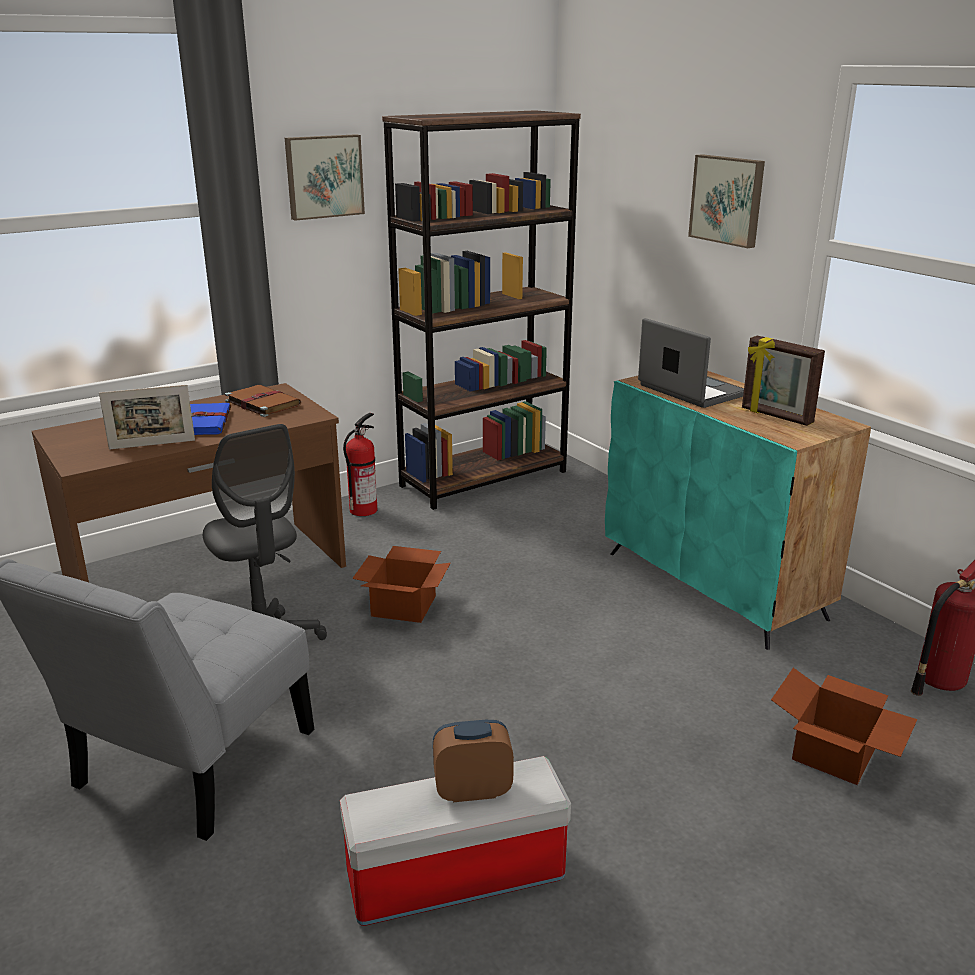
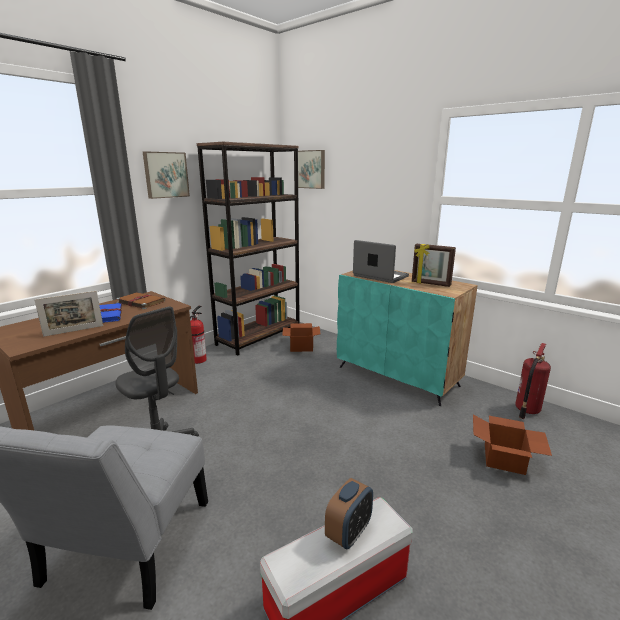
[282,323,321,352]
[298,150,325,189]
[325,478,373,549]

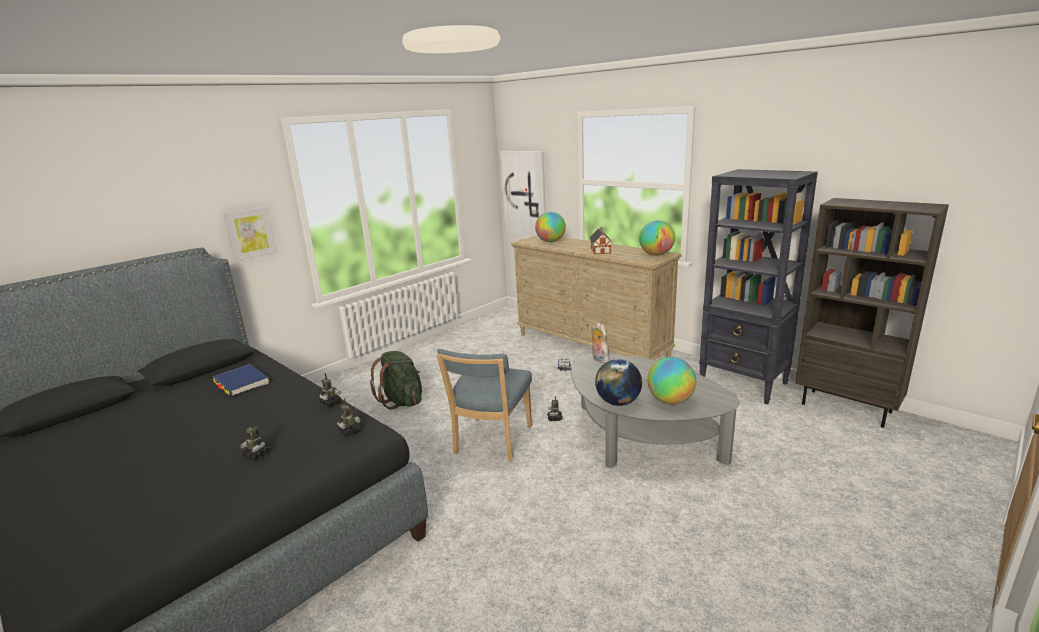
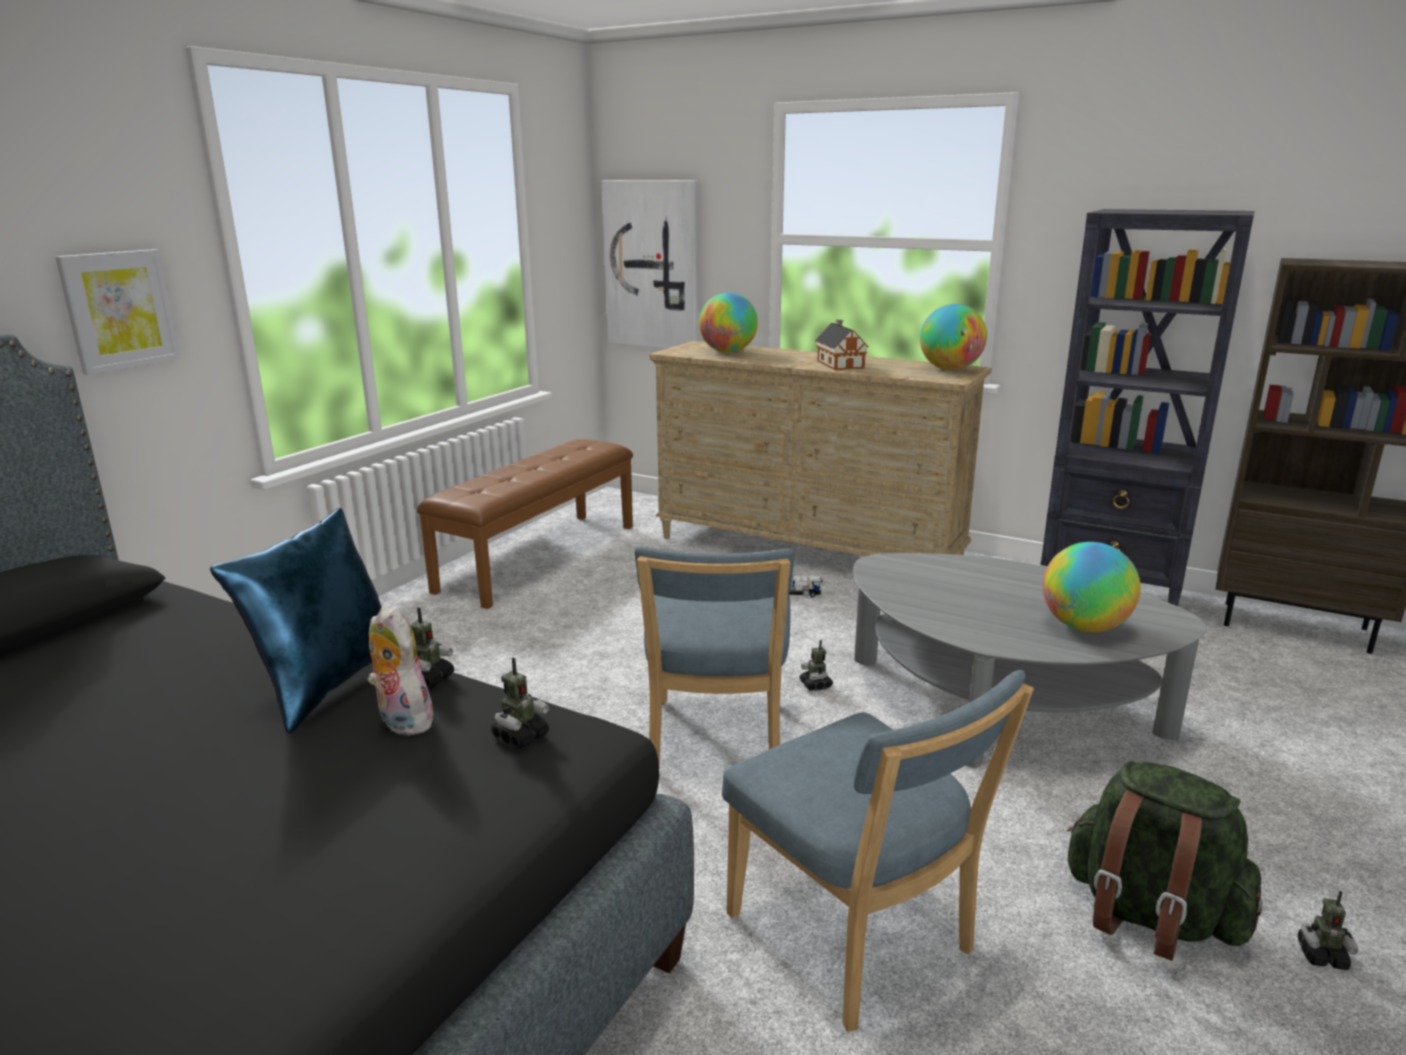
[210,508,382,733]
[367,605,433,736]
[417,439,633,609]
[722,670,1034,1032]
[1067,761,1262,961]
[1298,891,1358,970]
[213,364,269,396] (first image)
[595,359,642,406] (first image)

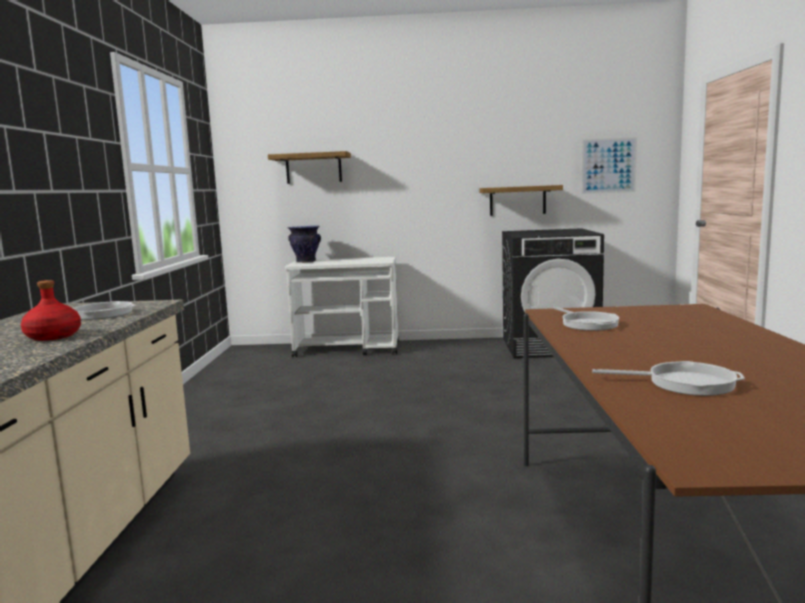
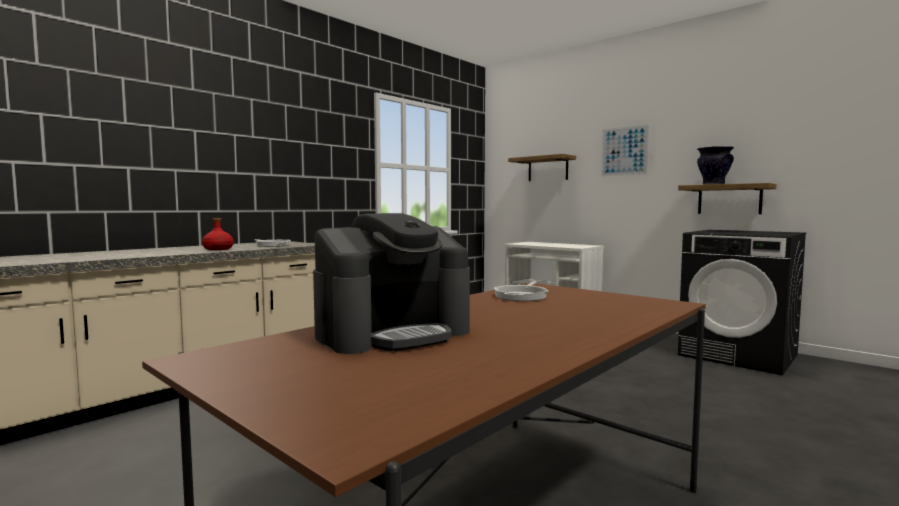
[313,213,470,354]
[601,124,650,176]
[697,146,734,185]

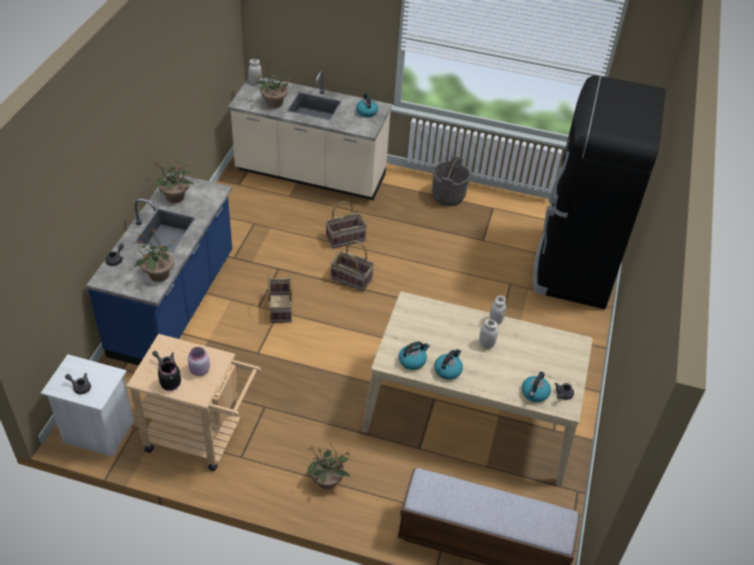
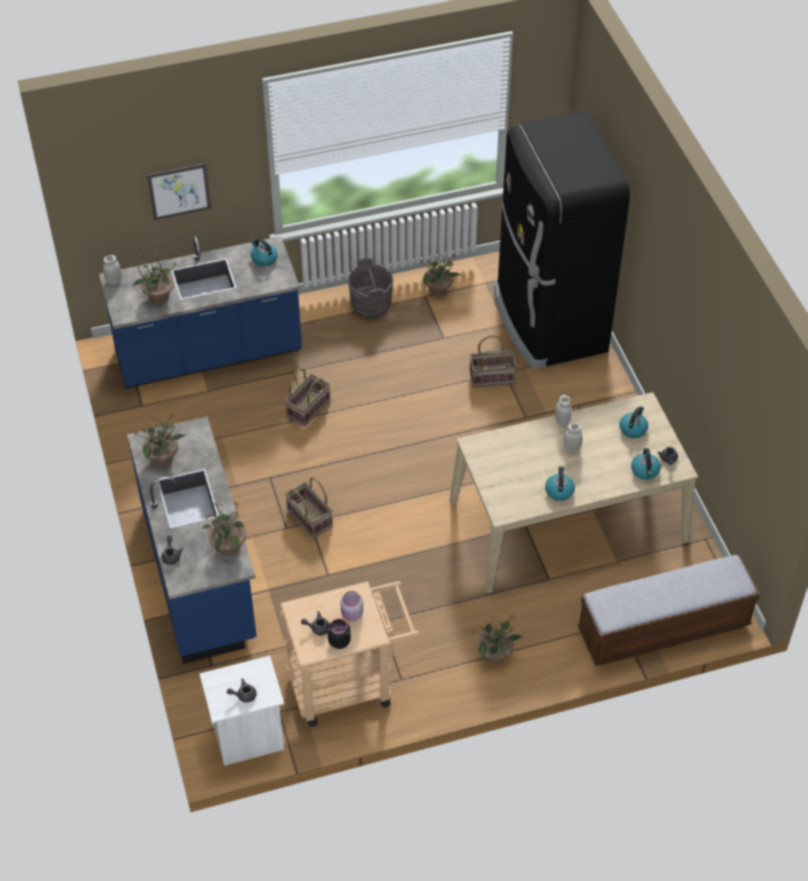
[99,236,302,388]
[147,163,211,220]
[419,252,462,296]
[470,335,517,387]
[620,406,648,438]

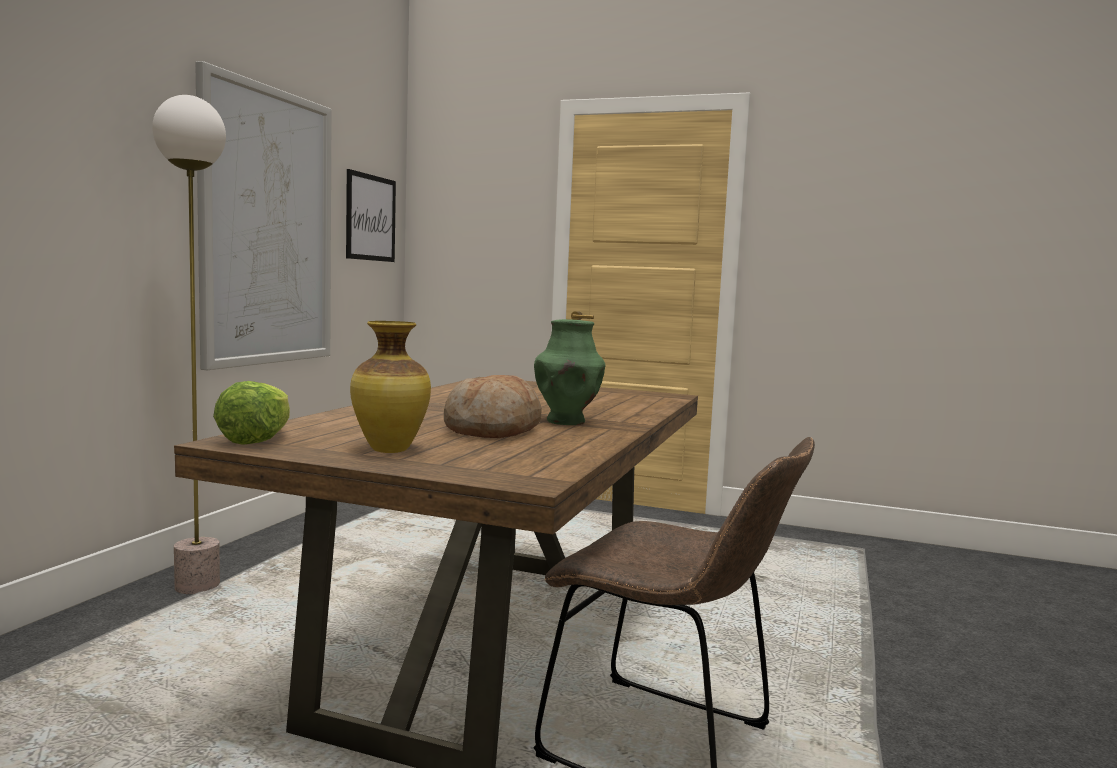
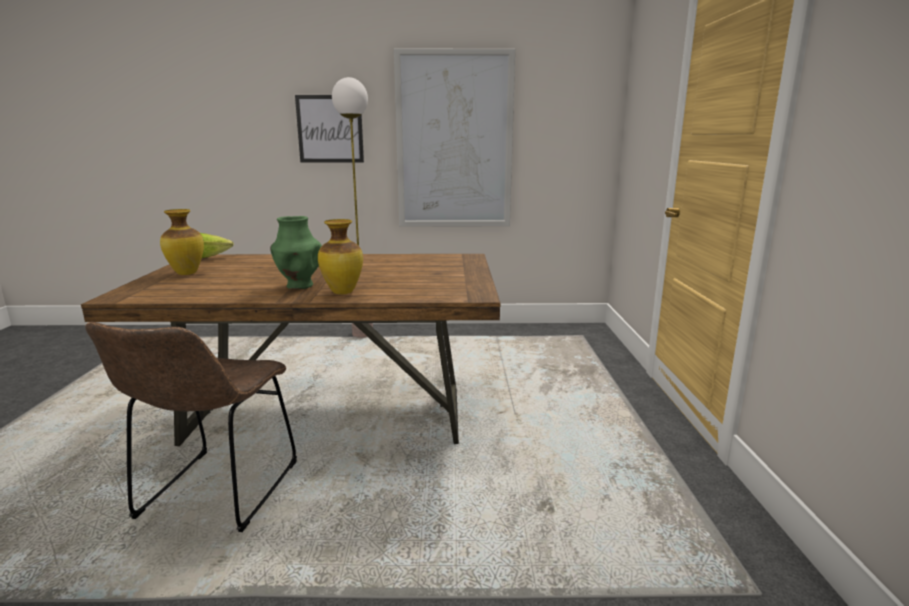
[295,95,364,162]
[318,219,363,294]
[444,375,542,438] (first image)

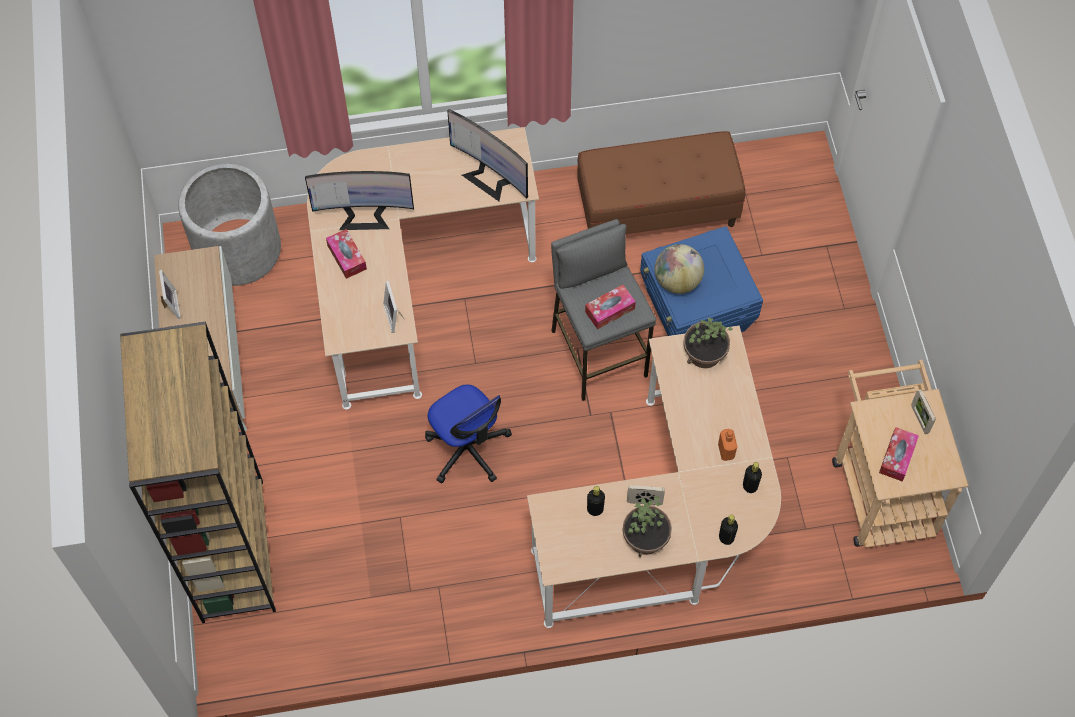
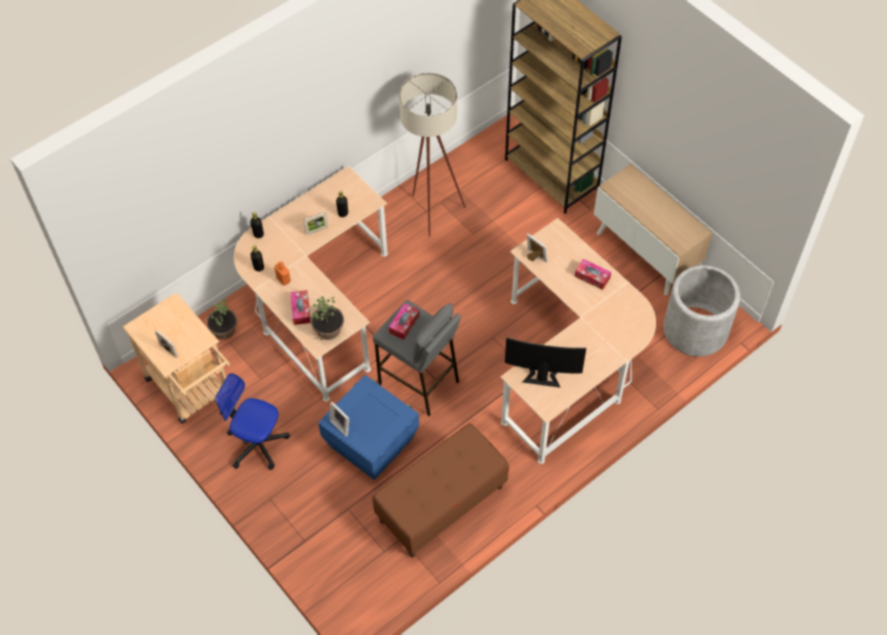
[206,300,237,340]
[215,373,290,470]
[290,290,311,325]
[330,402,350,437]
[399,73,466,236]
[305,171,414,230] (first image)
[655,244,704,294] (first image)

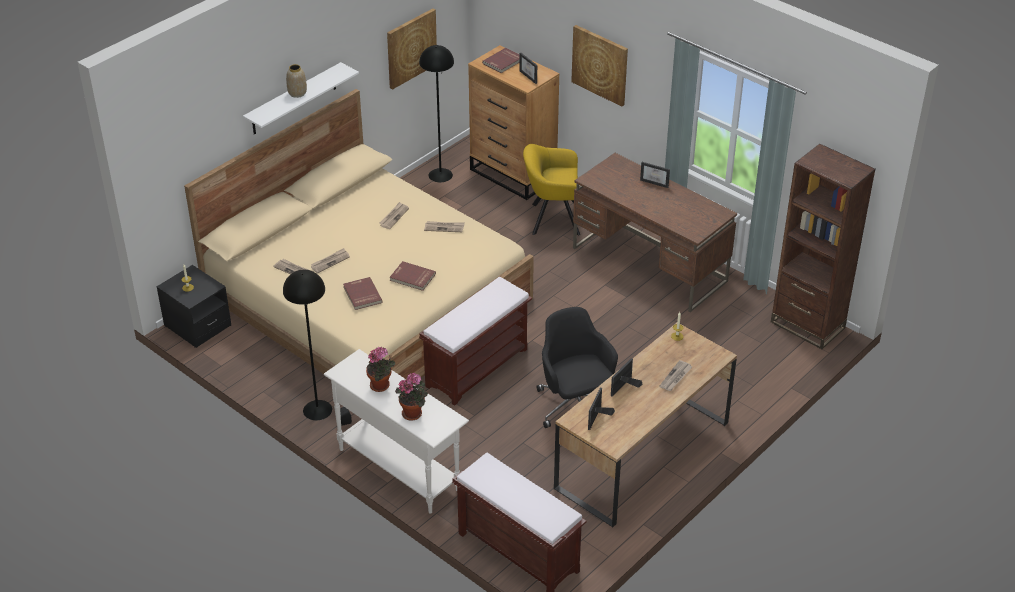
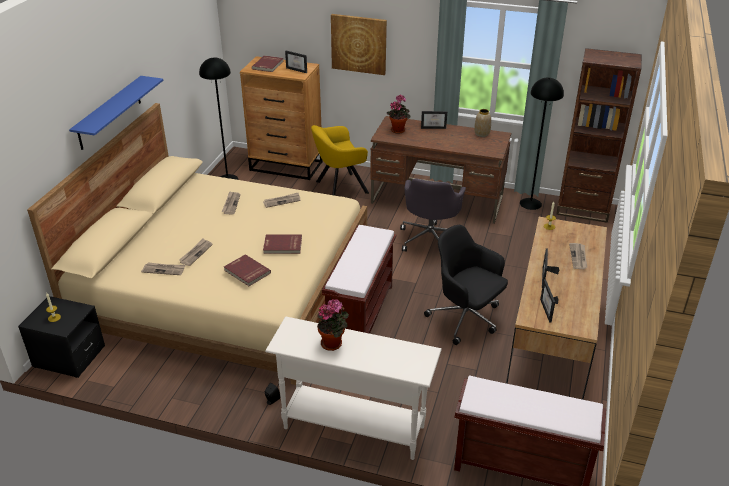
[69,76,163,150]
[387,95,411,134]
[400,178,466,252]
[474,109,491,137]
[520,78,564,210]
[387,8,437,90] (first image)

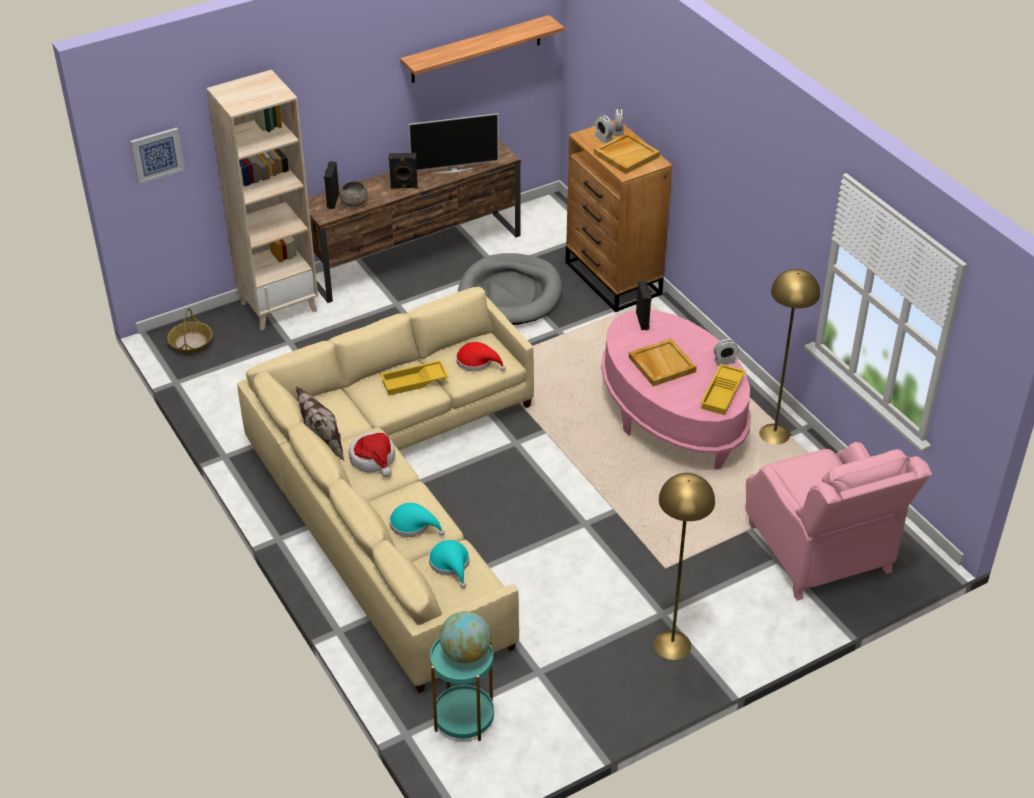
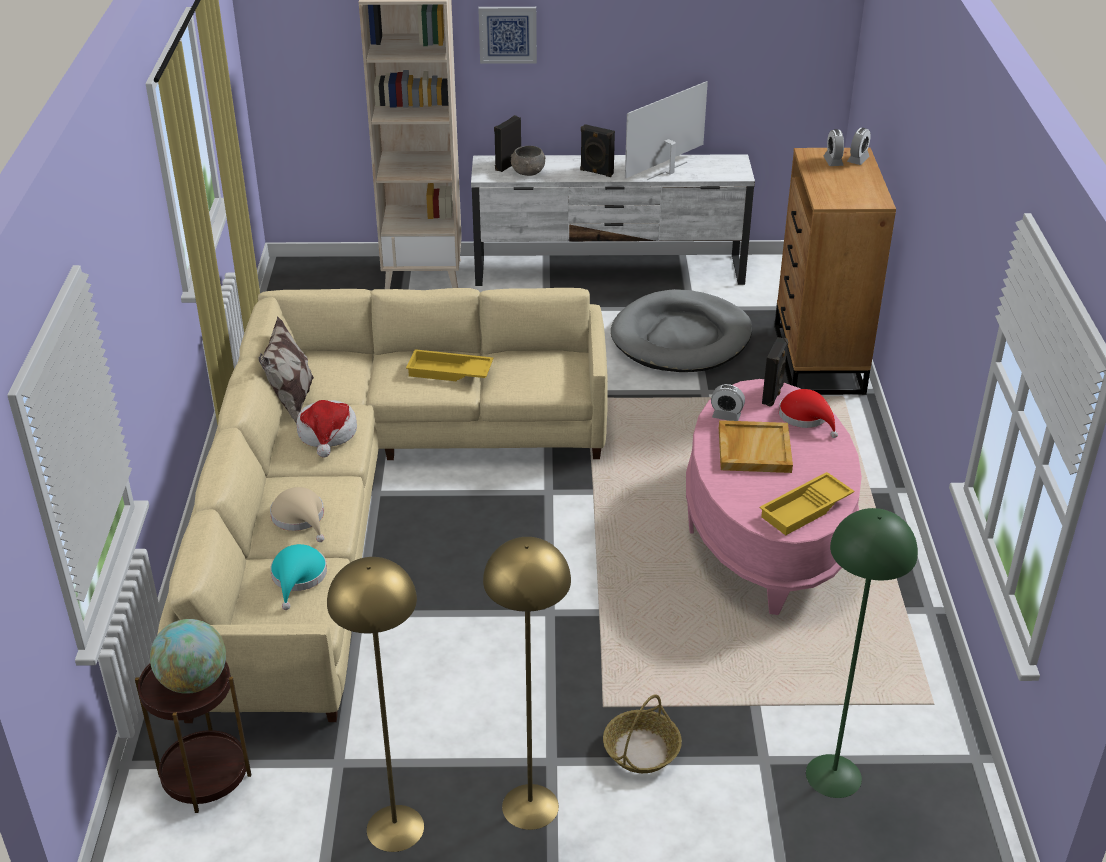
[135,661,251,813]
[270,487,324,542]
[327,557,424,852]
[471,154,755,286]
[478,7,537,64]
[603,694,682,773]
[625,81,708,180]
[711,384,745,421]
[779,389,838,438]
[806,508,918,798]
[400,15,564,83] (first image)
[594,132,660,174] (first image)

